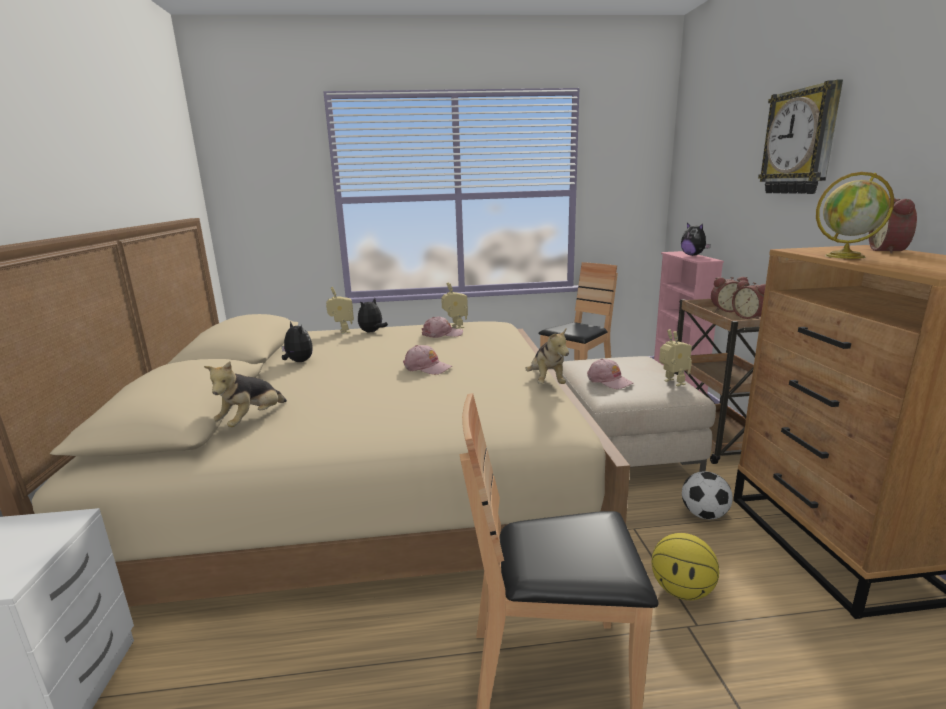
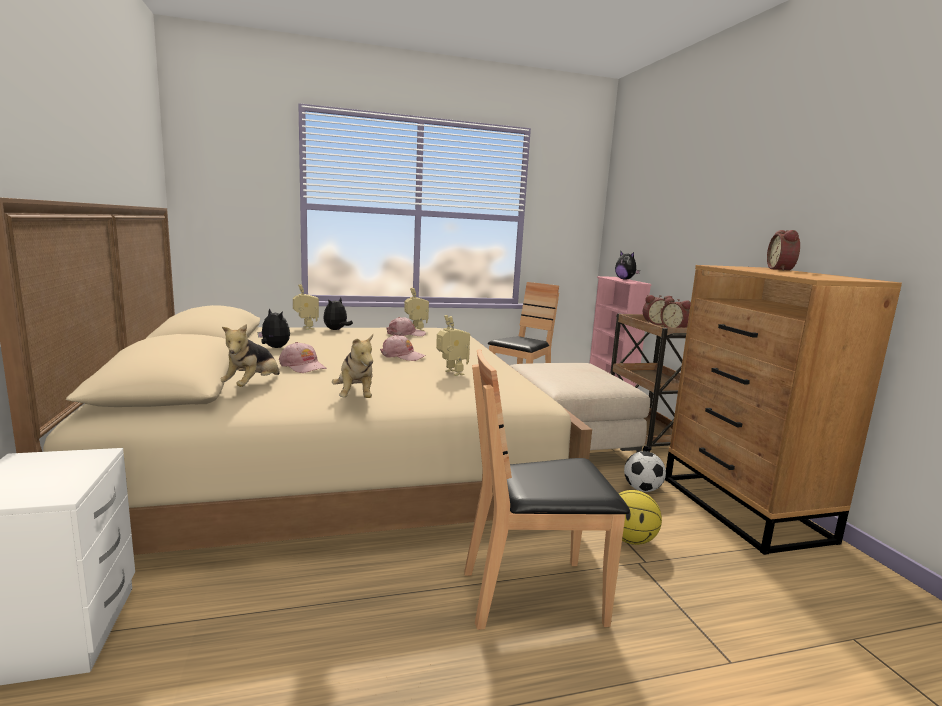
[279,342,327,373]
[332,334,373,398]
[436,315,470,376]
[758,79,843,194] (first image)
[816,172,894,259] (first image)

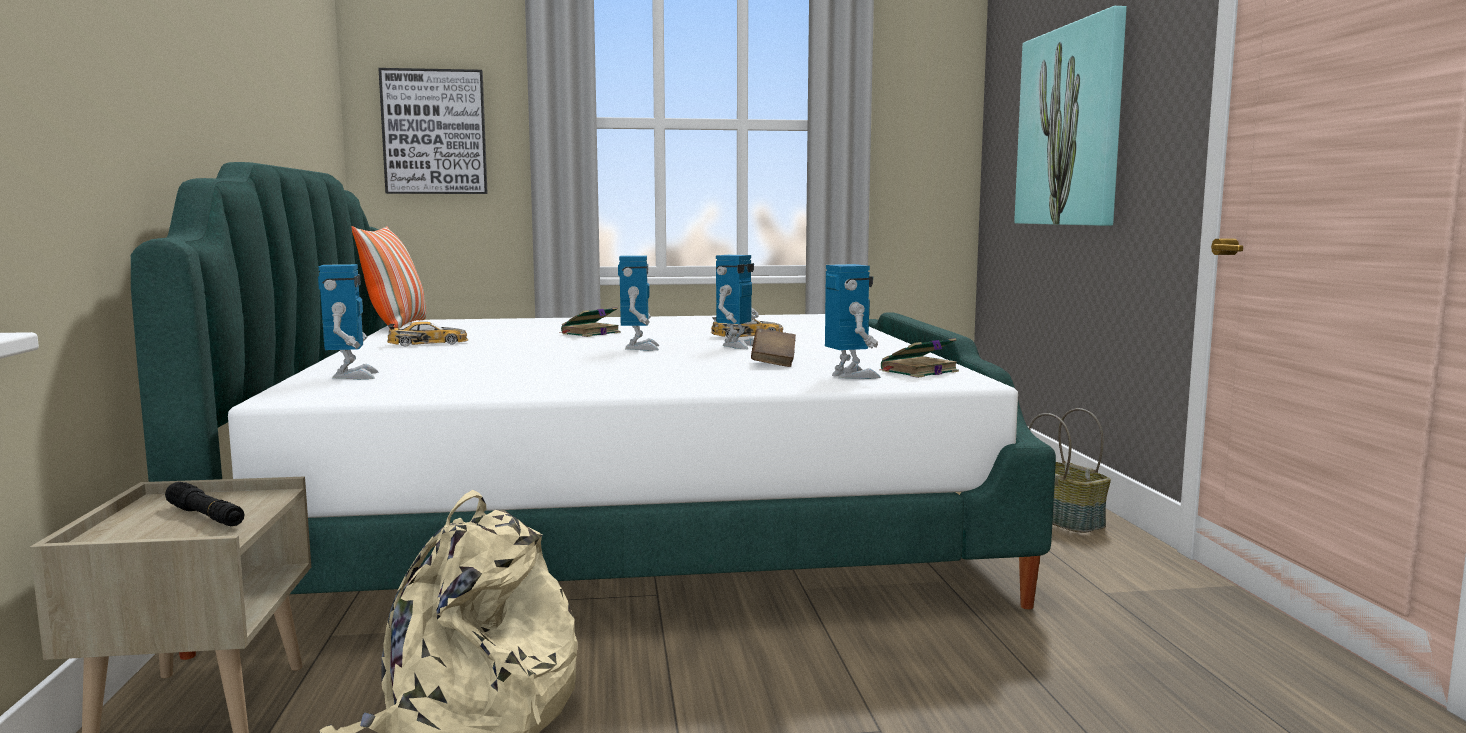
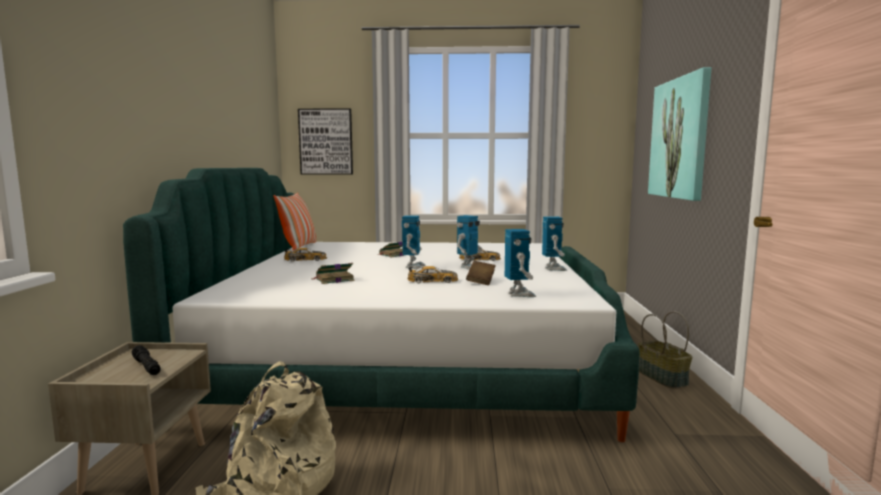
[311,263,354,284]
[408,266,458,283]
[542,216,567,271]

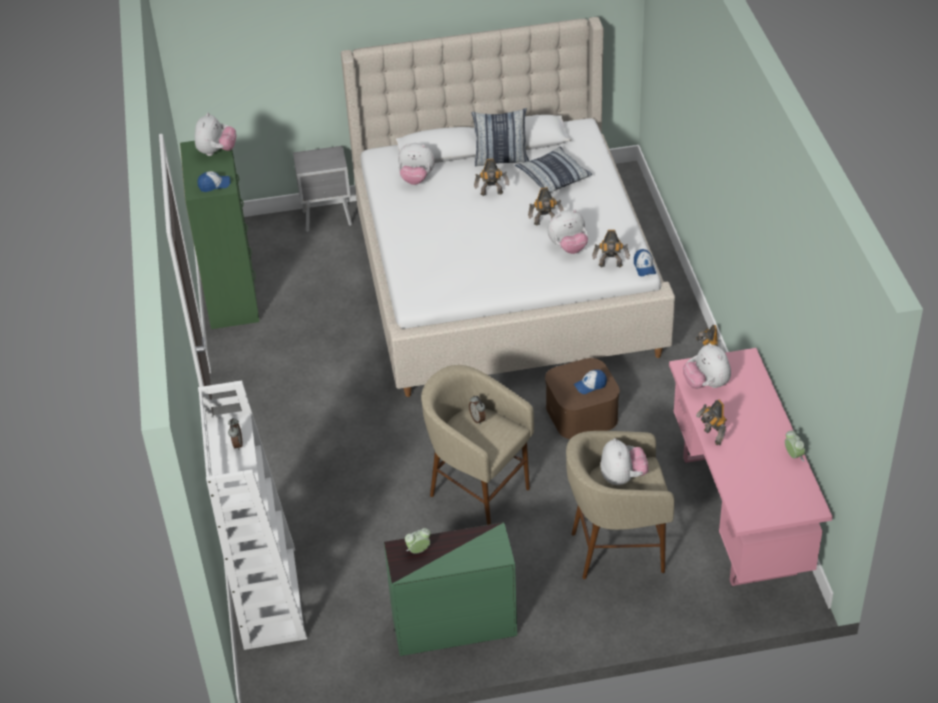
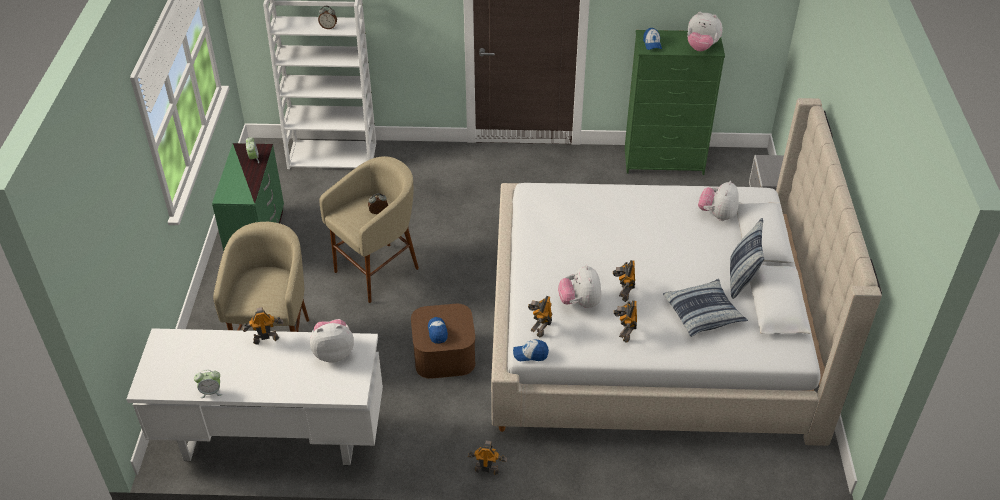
[126,328,383,466]
[614,300,637,343]
[601,438,648,486] (first image)

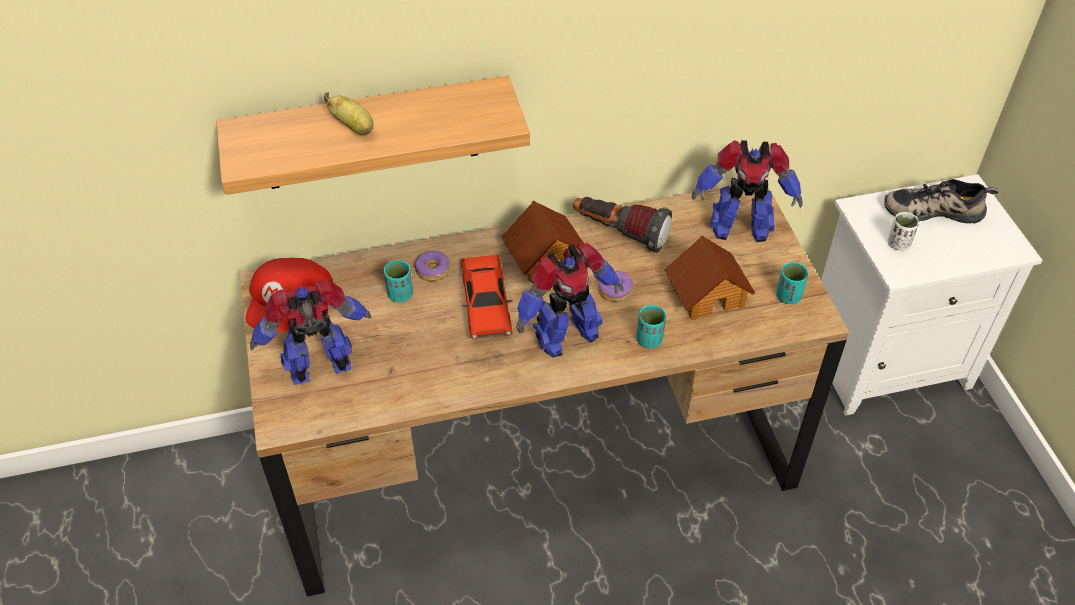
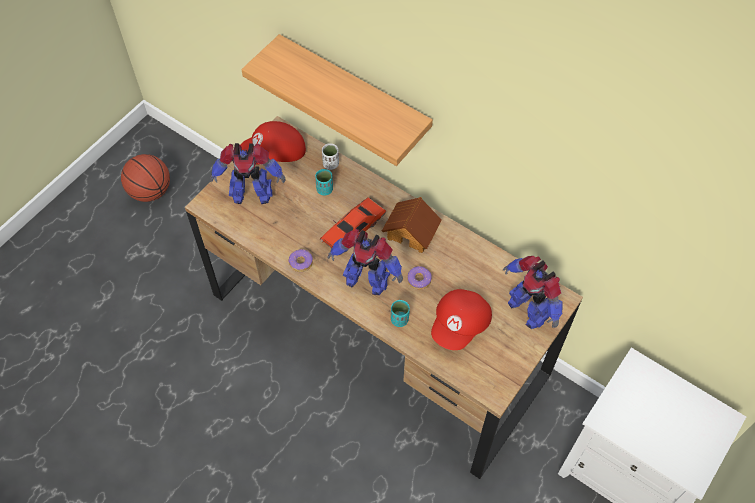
[121,154,170,202]
[210,143,286,204]
[288,249,313,272]
[322,144,339,170]
[431,289,492,350]
[324,92,374,135] (first image)
[573,197,672,253] (first image)
[776,262,808,304] (first image)
[884,179,998,223] (first image)

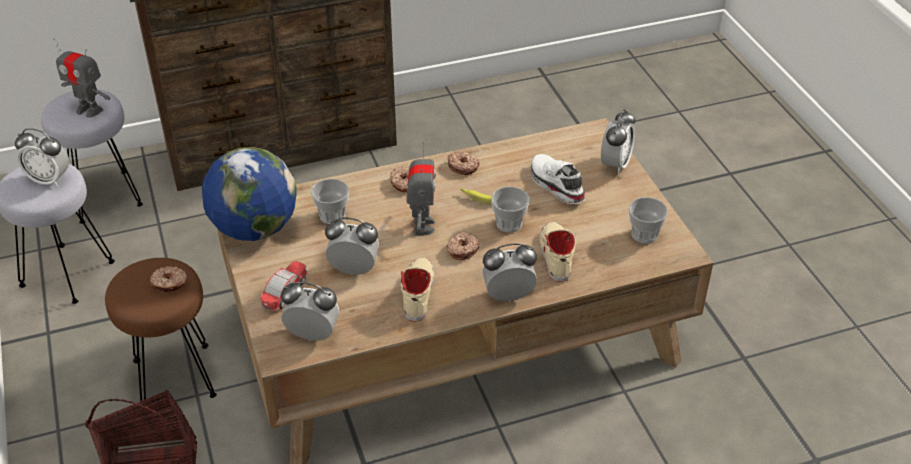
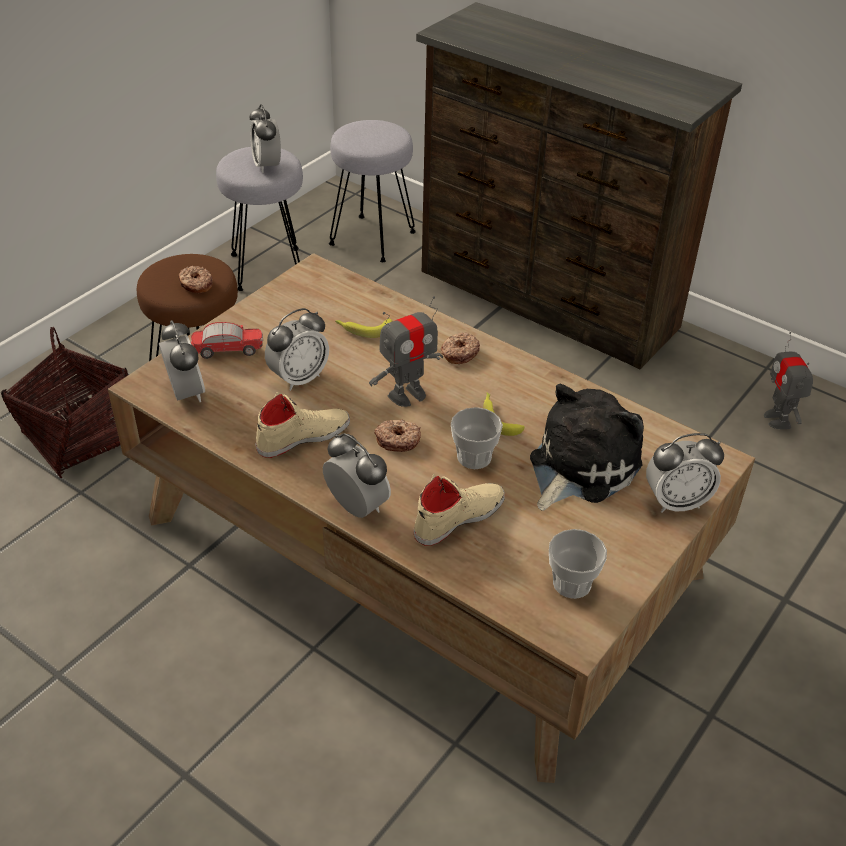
[265,308,329,391]
[335,318,392,338]
[530,384,644,511]
[764,332,813,429]
[202,147,297,241] (first image)
[448,151,479,175] (first image)

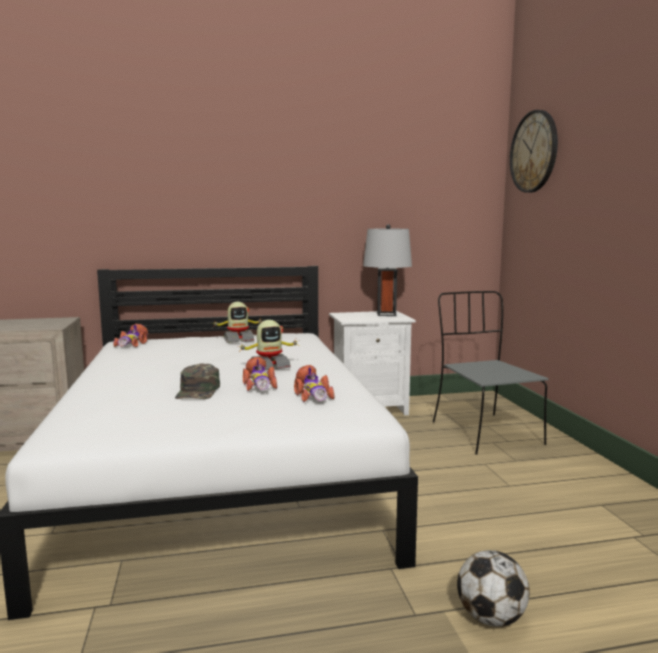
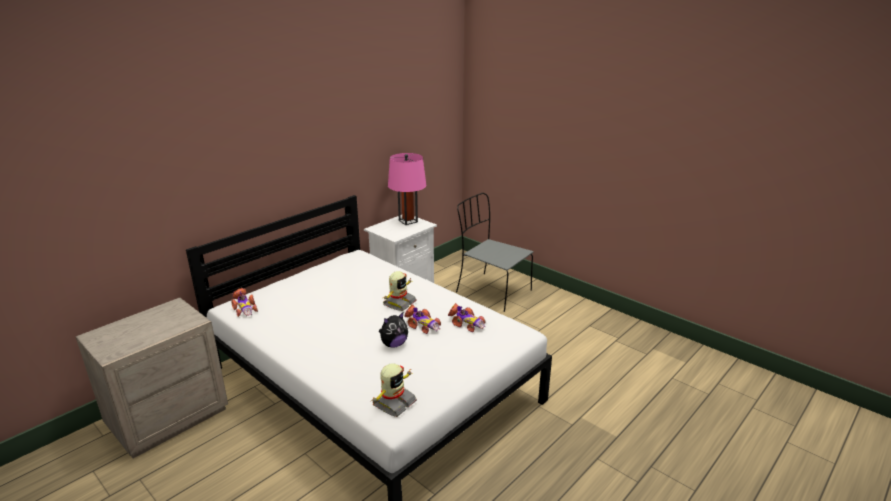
[370,363,417,417]
[379,312,408,348]
[388,153,426,225]
[457,550,530,627] (first image)
[510,110,558,193] (first image)

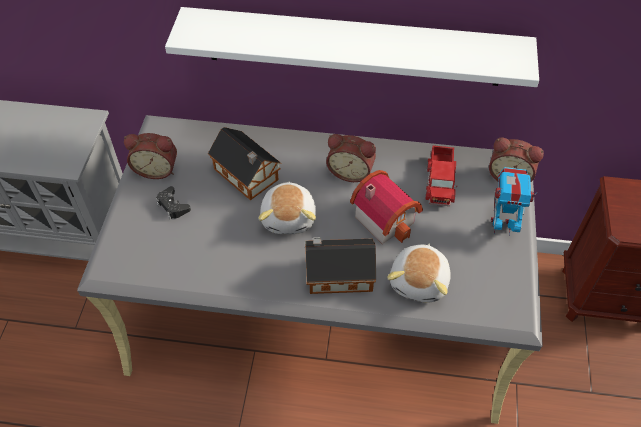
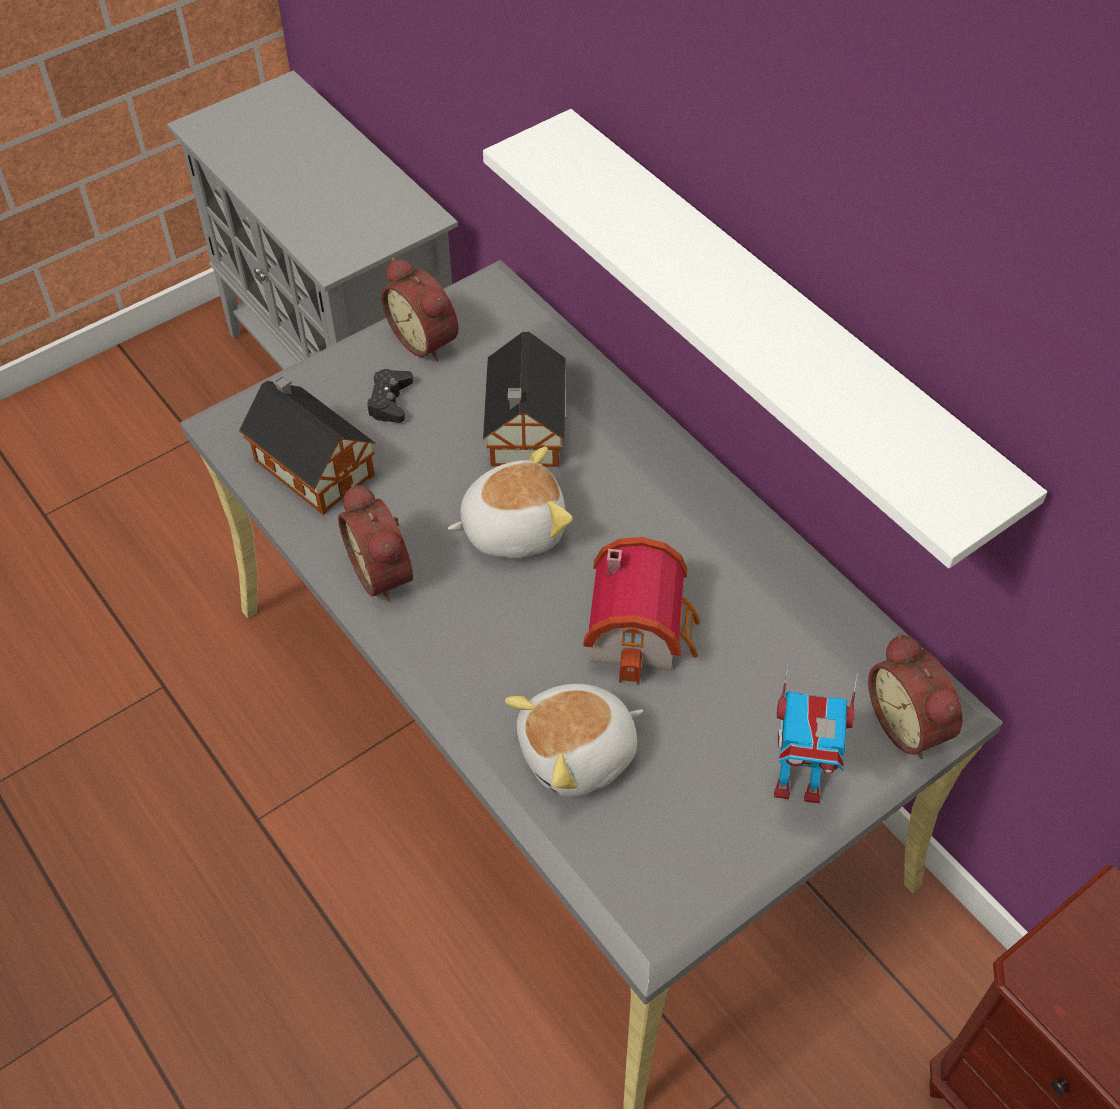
[239,375,376,515]
[338,483,413,602]
[448,446,573,558]
[774,664,858,803]
[425,145,458,206] (first image)

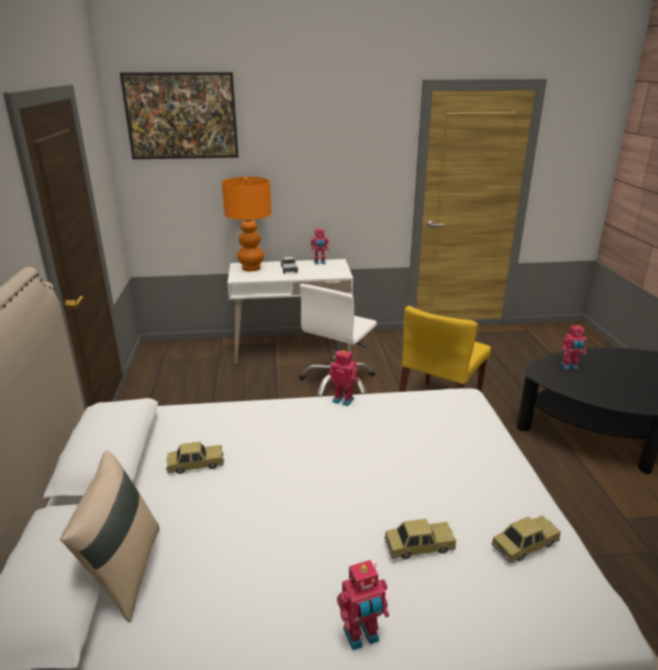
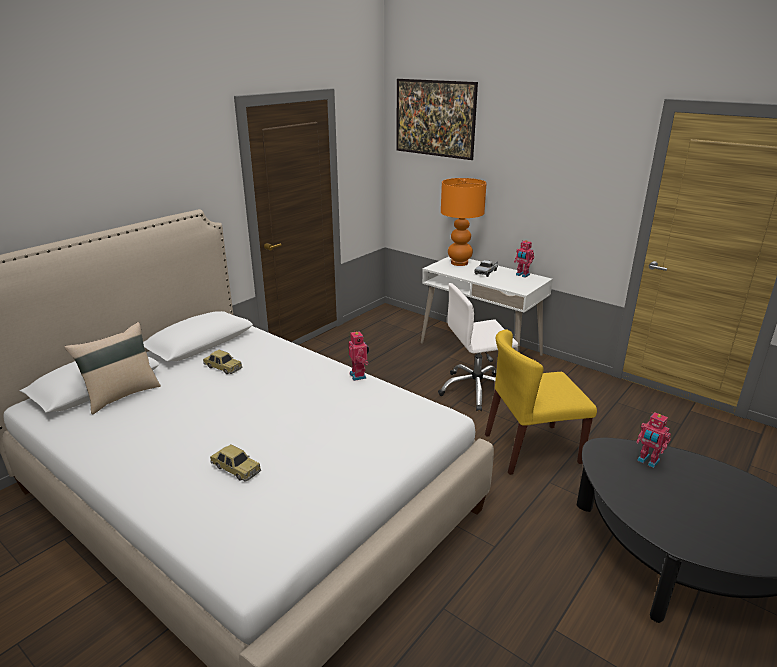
[337,560,389,650] (first image)
[492,515,561,563] (first image)

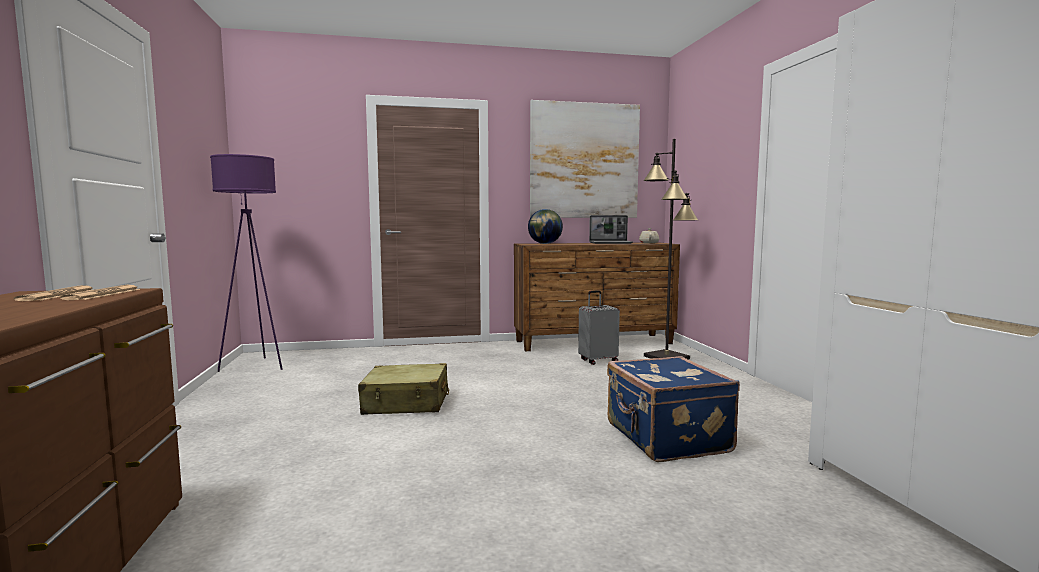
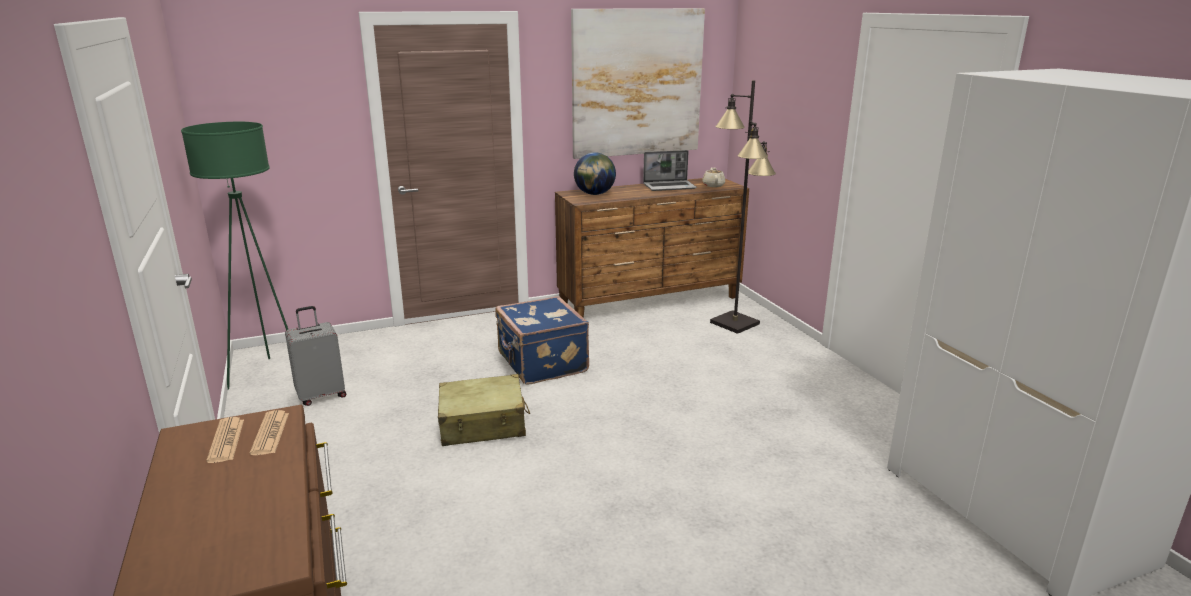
[181,122,288,389]
[285,306,346,406]
[495,296,589,385]

